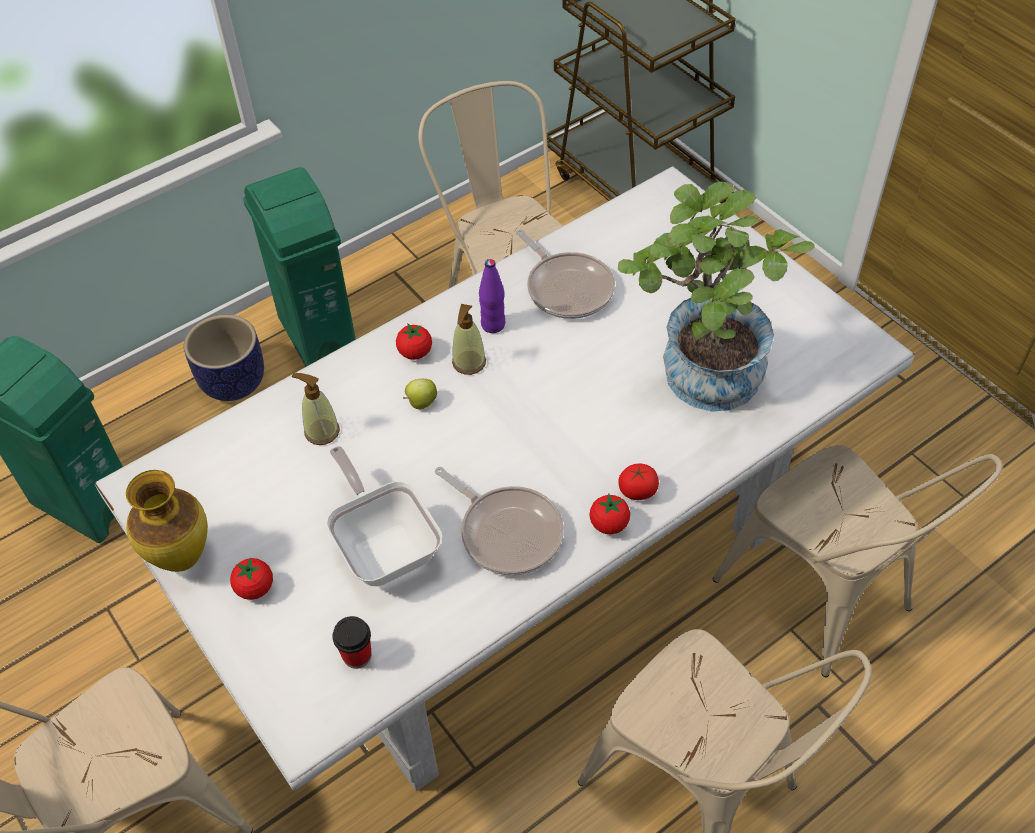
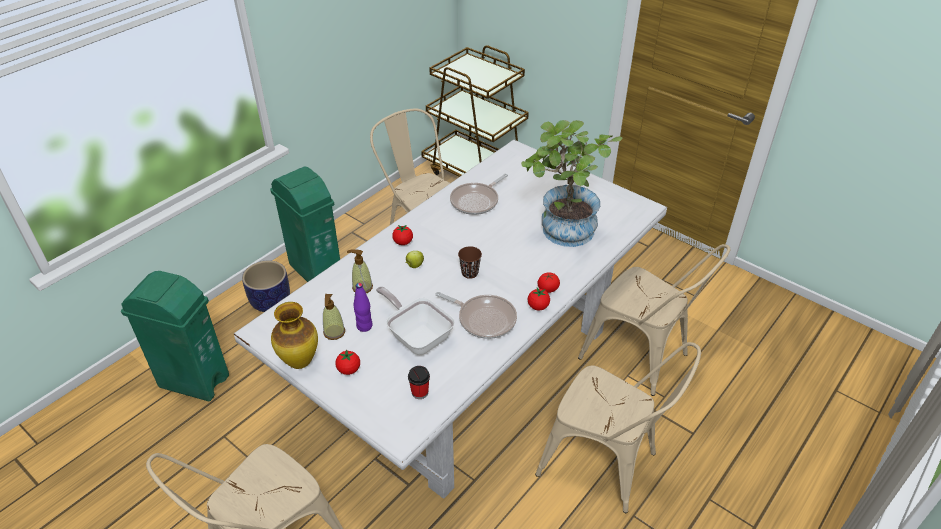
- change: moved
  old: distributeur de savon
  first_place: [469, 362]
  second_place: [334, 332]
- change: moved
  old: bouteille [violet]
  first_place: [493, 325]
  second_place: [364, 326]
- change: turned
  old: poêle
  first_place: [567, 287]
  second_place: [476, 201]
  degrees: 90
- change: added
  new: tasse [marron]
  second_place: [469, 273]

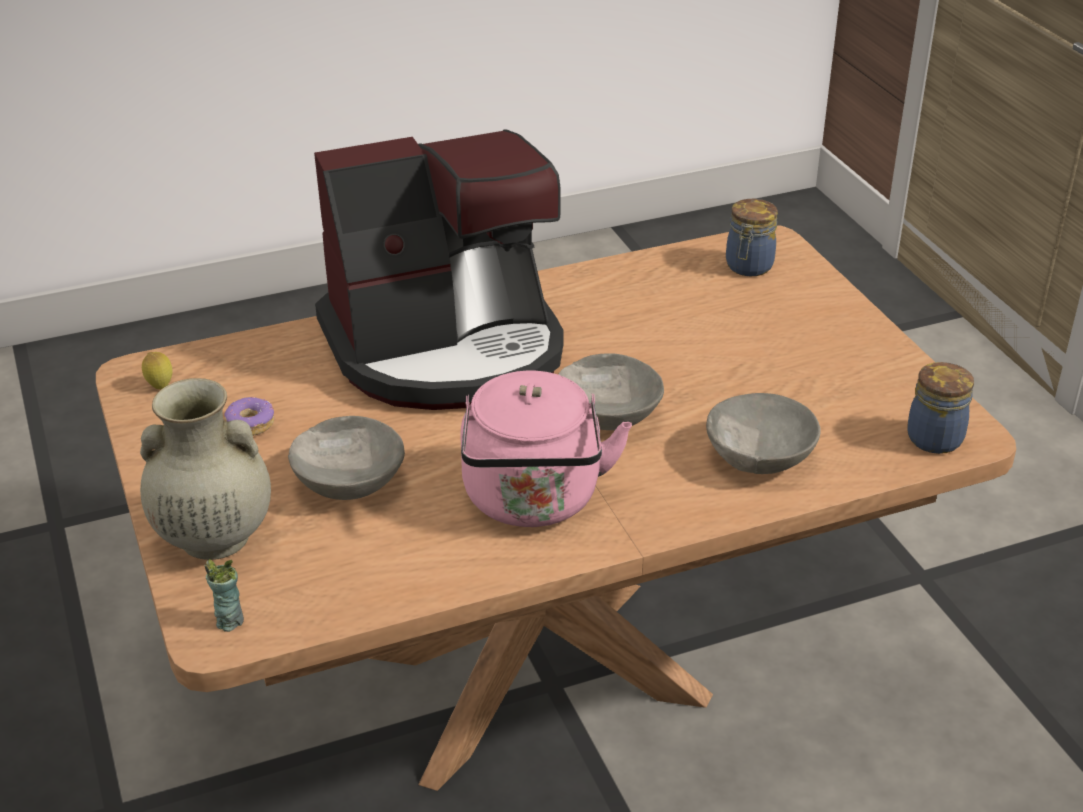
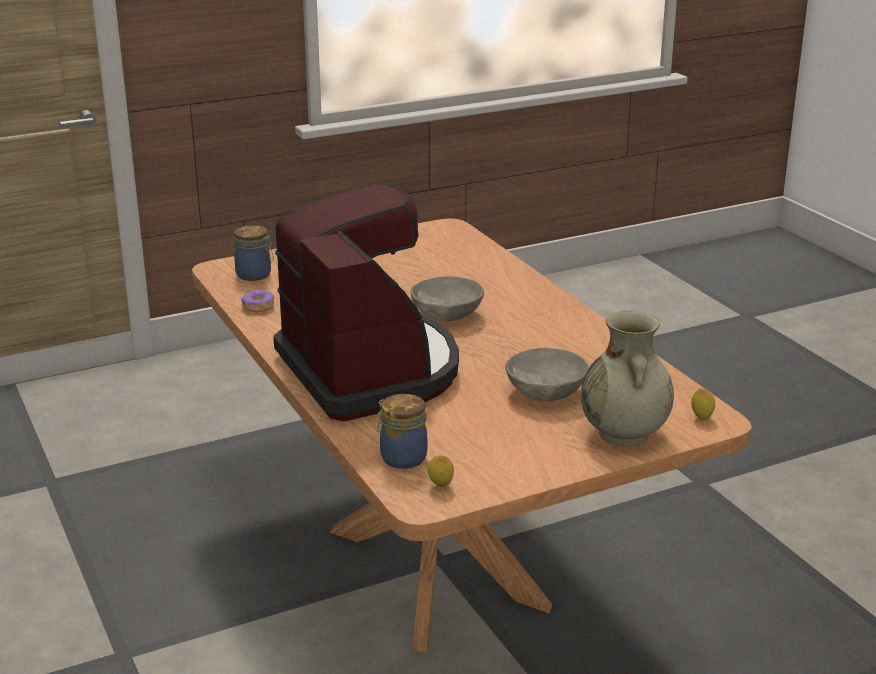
- change: replaced
  old: tasse
  new: citron
  first_place: [229, 621]
  second_place: [701, 418]
- change: moved
  old: beignet
  first_place: [250, 424]
  second_place: [258, 307]
- change: removed
  old: bouilloire [rose]
  first_place: [533, 501]
- change: removed
  old: bol [gris]
  first_place: [761, 458]
- change: moved
  old: bocal
  first_place: [936, 437]
  second_place: [401, 457]

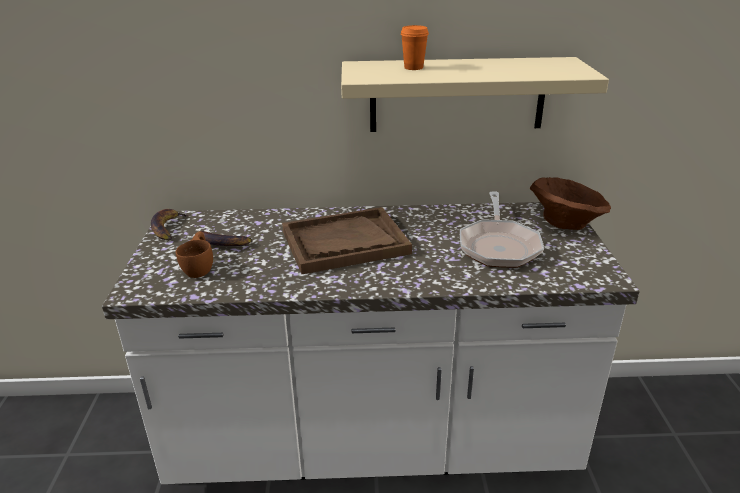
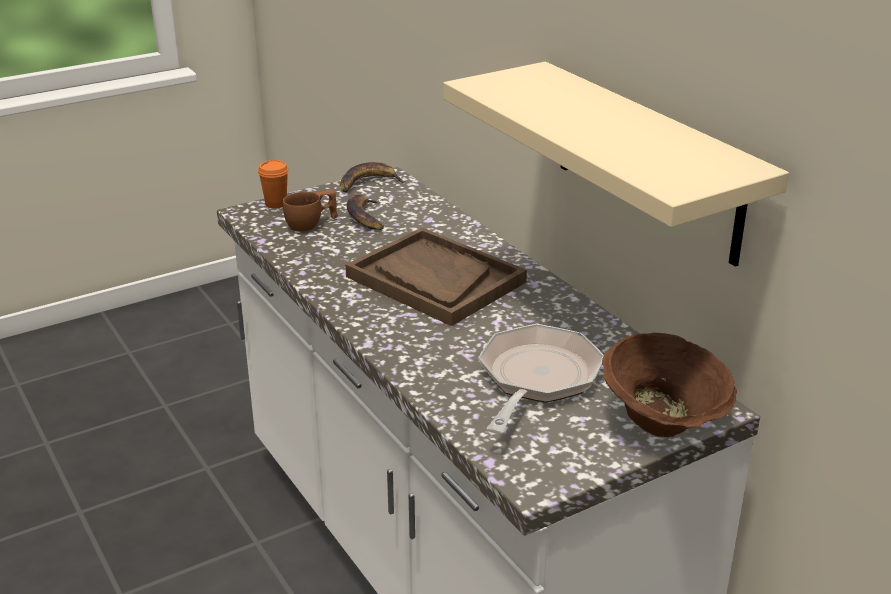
- change: moved
  old: tasse [orange]
  first_place: [413, 68]
  second_place: [276, 204]
- change: turned
  old: poêle
  first_place: [498, 245]
  second_place: [536, 380]
  degrees: 135

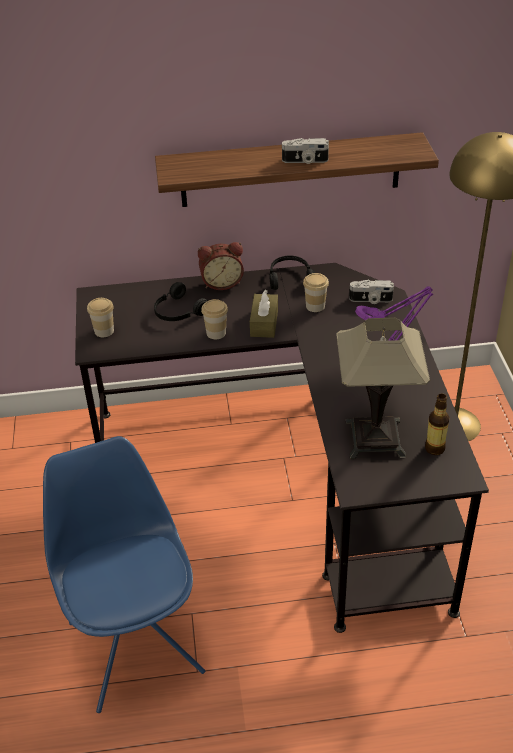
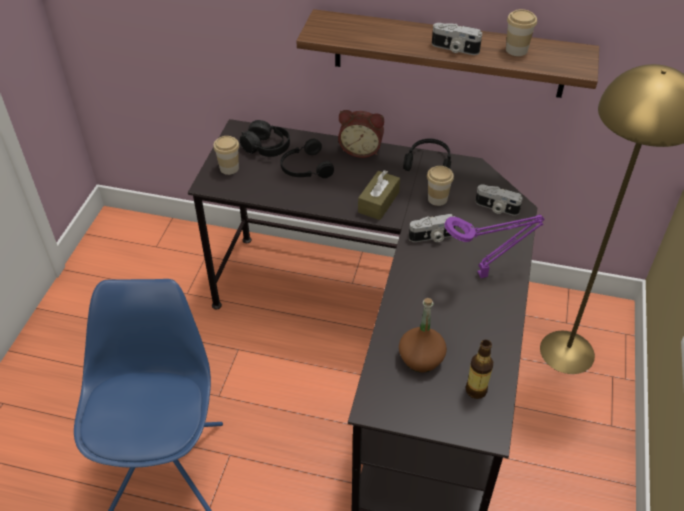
- change: moved
  old: tasse
  first_place: [216, 333]
  second_place: [516, 50]
- change: replaced
  old: lampe de table
  new: bouteille [marron]
  first_place: [374, 438]
  second_place: [421, 358]
- change: added
  new: casque audio [noir]
  second_place: [266, 147]
- change: added
  new: appareil photo
  second_place: [432, 237]

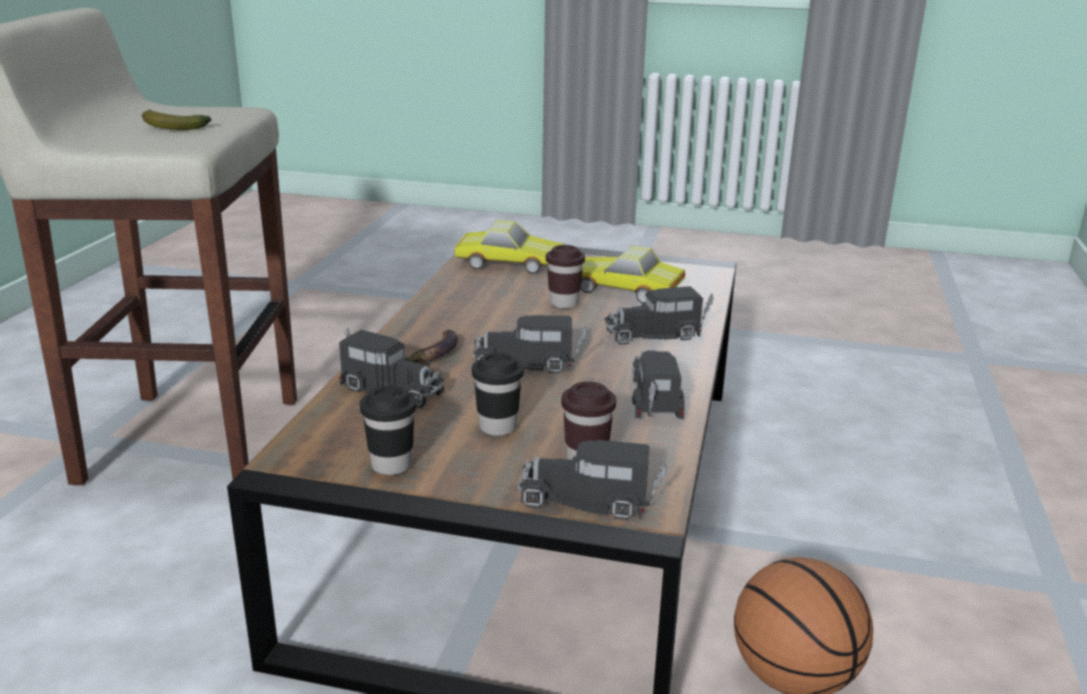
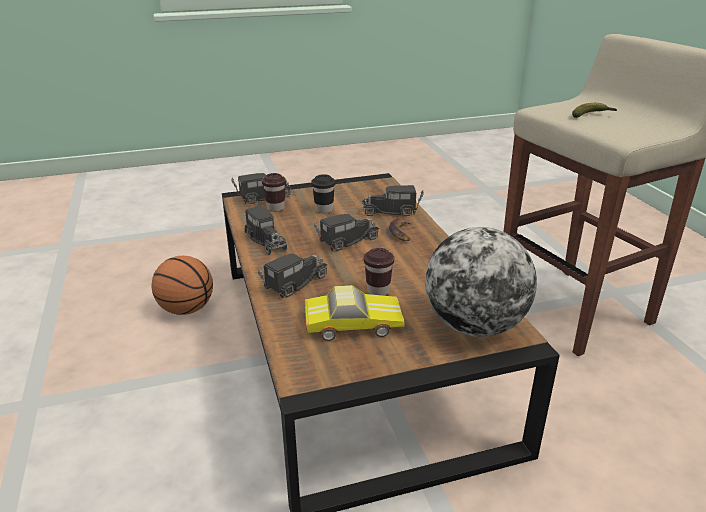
- change: removed
  old: tasse [noir]
  first_place: [391, 465]
- change: replaced
  old: petite voiture
  new: globe
  first_place: [509, 261]
  second_place: [474, 326]

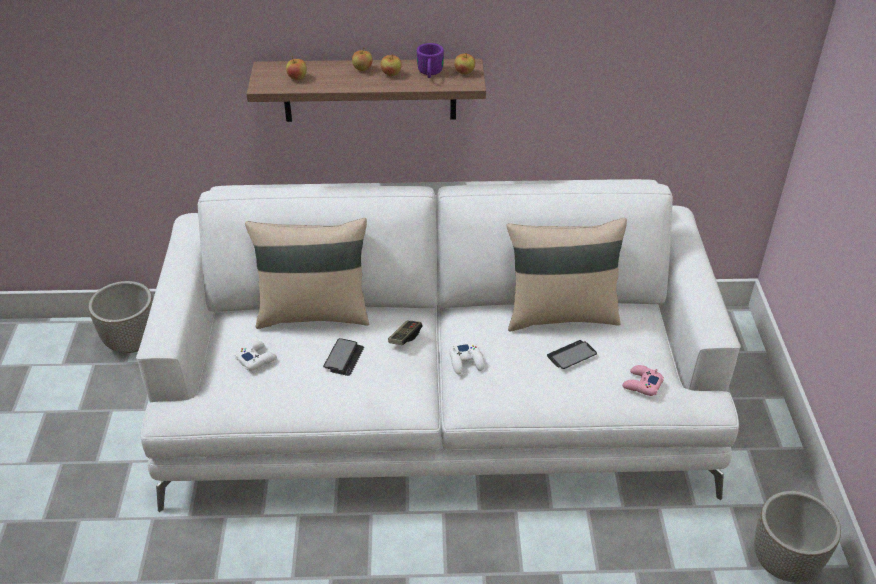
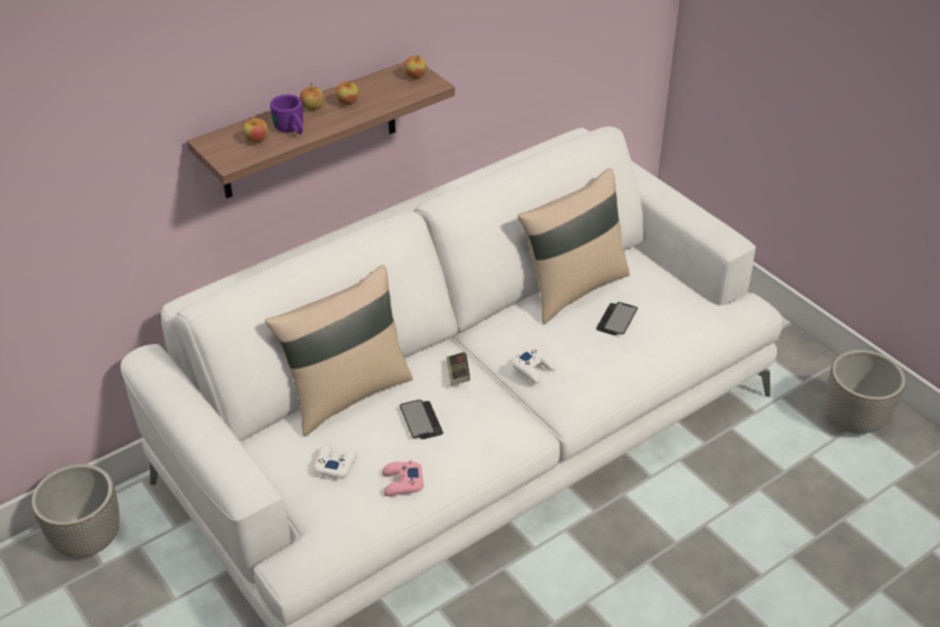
- change: moved
  old: mug [violet]
  first_place: [430, 73]
  second_place: [292, 129]
- change: moved
  old: manette [rose]
  first_place: [641, 384]
  second_place: [402, 483]

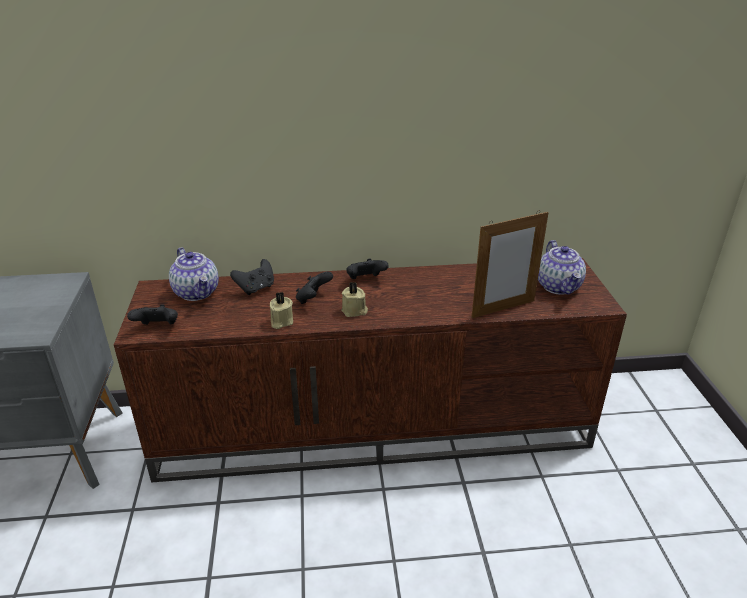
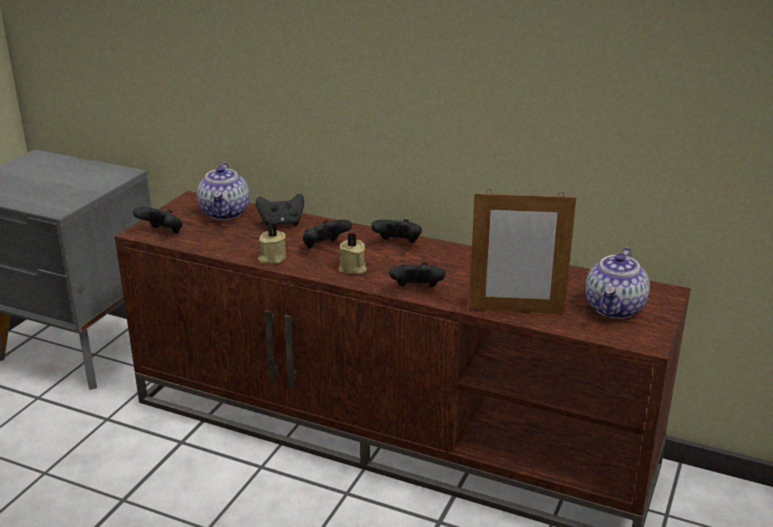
- change: added
  new: manette [noir]
  second_place: [417, 290]

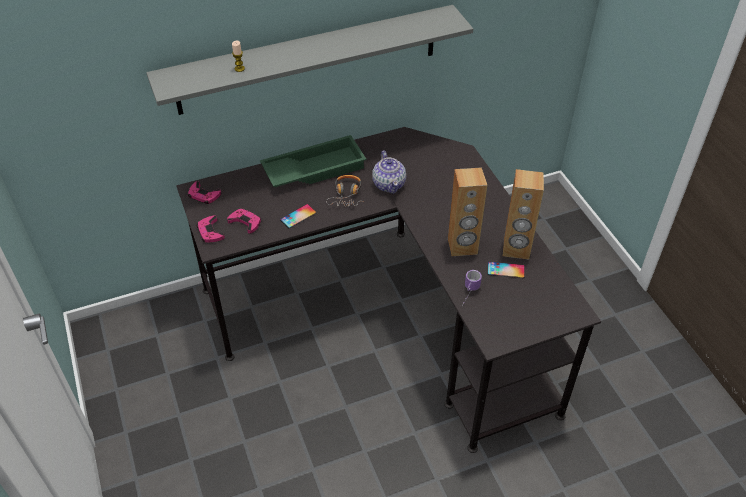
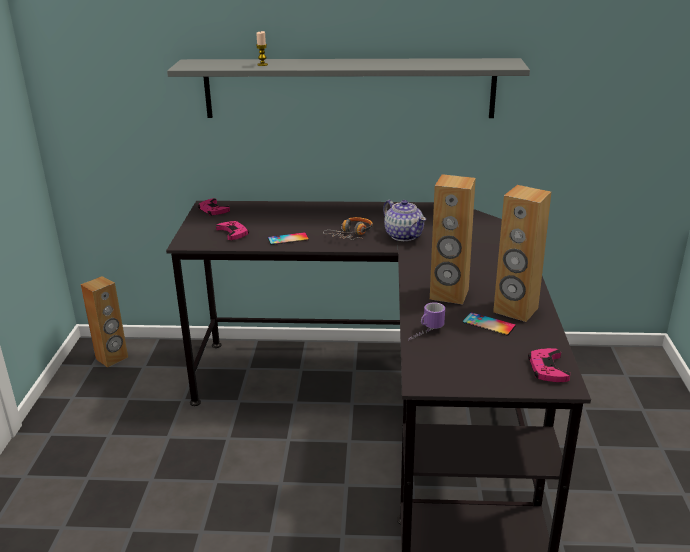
- change: moved
  old: manette [rose]
  first_place: [210, 232]
  second_place: [547, 369]
- change: removed
  old: plateau [vert]
  first_place: [314, 168]
- change: turned
  old: théière
  first_place: [389, 184]
  second_place: [403, 235]
  degrees: -45
- change: added
  new: enceinte [marron]
  second_place: [112, 358]

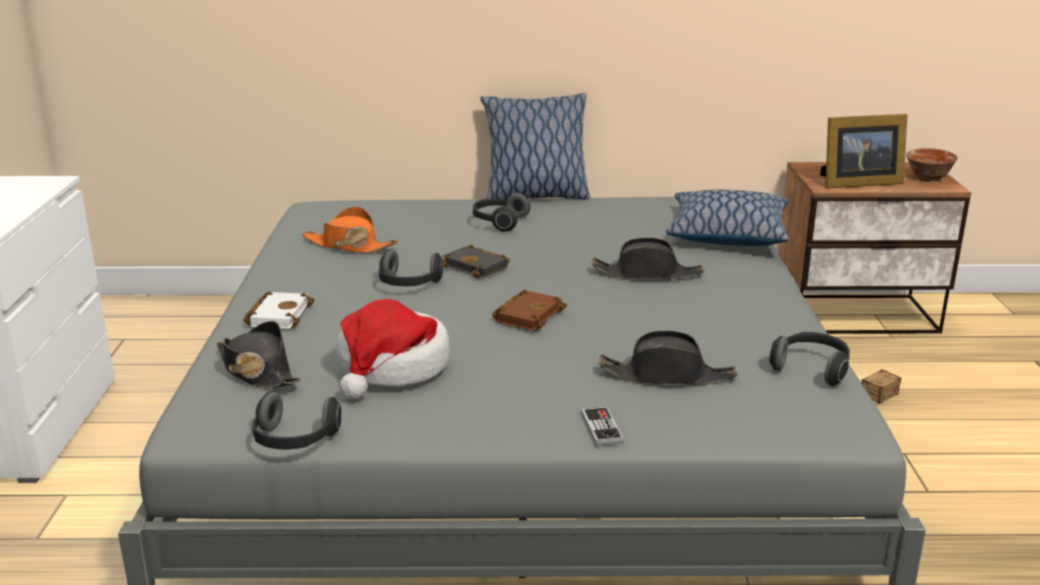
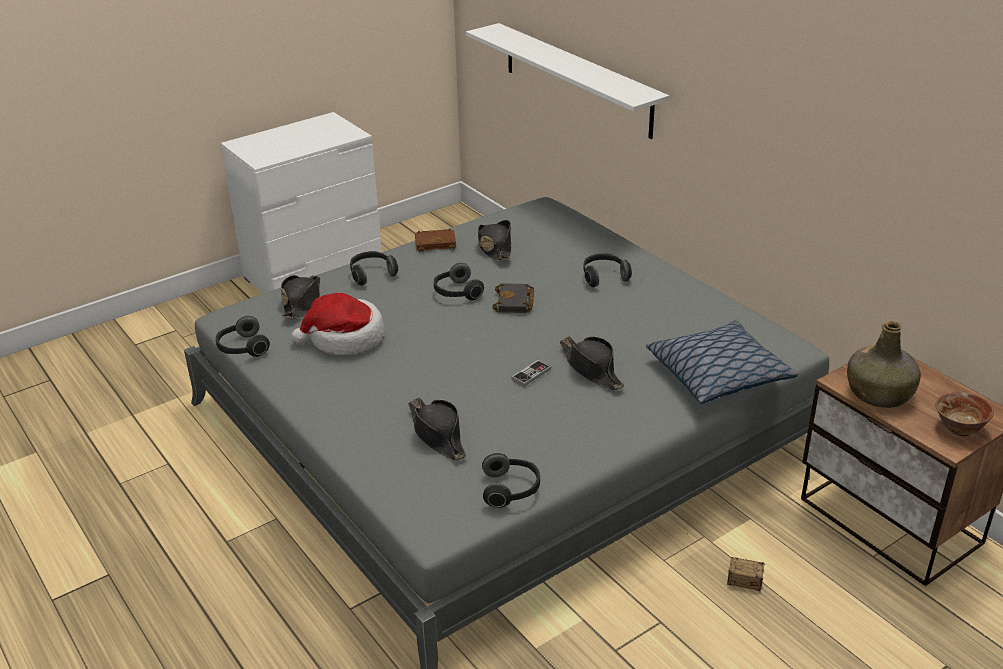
- change: replaced
  old: livre [blanc]
  new: casque audio
  first_place: [278, 315]
  second_place: [372, 274]
- change: recoloured
  old: chapeau [orange]
  new: chapeau [noir]
  first_place: [349, 246]
  second_place: [495, 247]
- change: removed
  old: coussin
  first_place: [535, 197]
- change: moved
  old: livre [marron]
  first_place: [528, 315]
  second_place: [436, 243]
- change: moved
  old: manette
  first_place: [601, 428]
  second_place: [531, 374]
- change: replaced
  old: cadre photo
  new: bouteille [vert]
  first_place: [856, 183]
  second_place: [879, 393]
- change: added
  new: étagère [blanc]
  second_place: [576, 79]

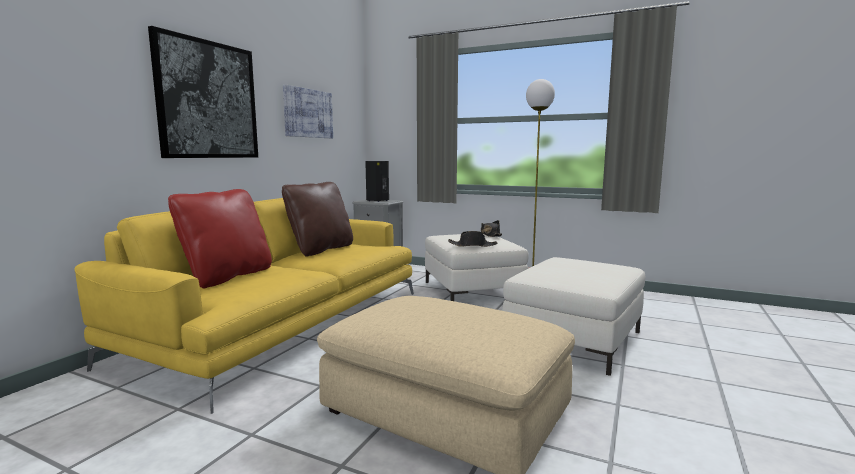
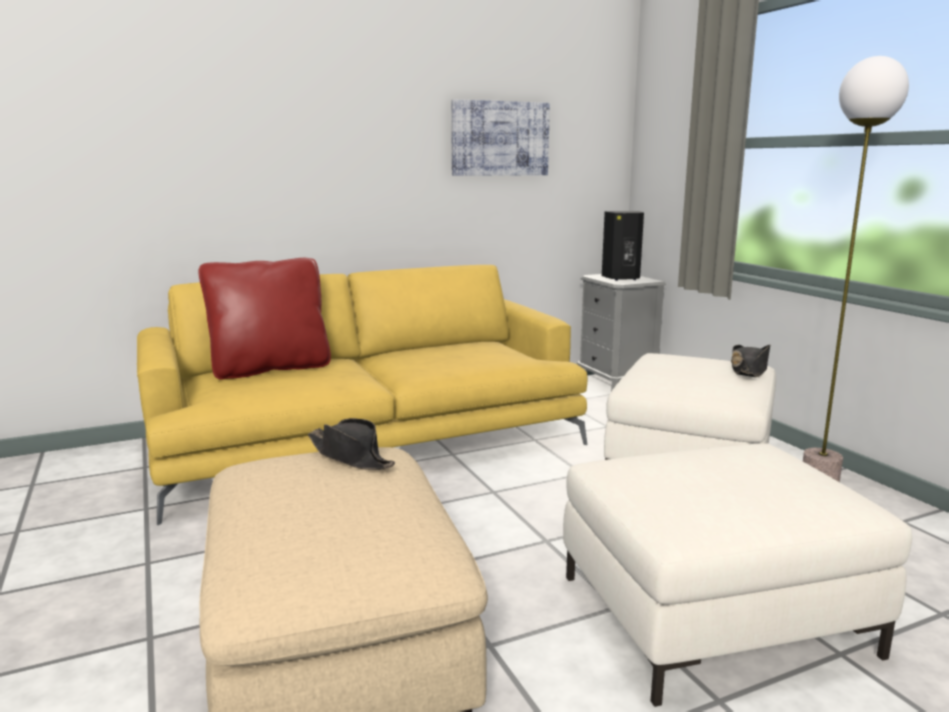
- change: removed
  old: tableau
  first_place: [208, 100]
- change: removed
  old: coussin [marron]
  first_place: [321, 249]
- change: moved
  old: chapeau [noir]
  first_place: [473, 245]
  second_place: [350, 456]

